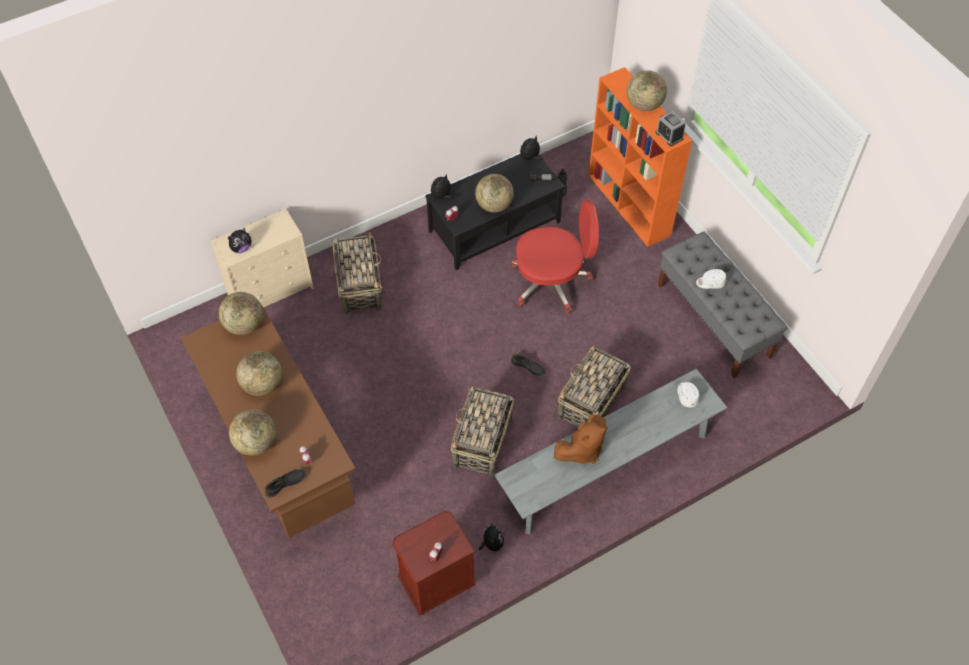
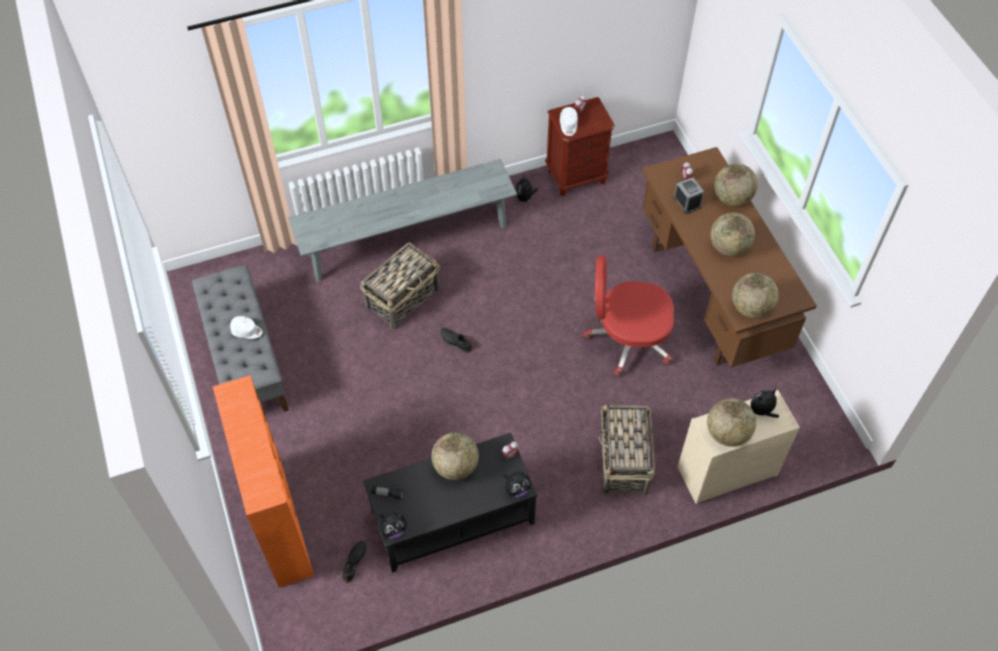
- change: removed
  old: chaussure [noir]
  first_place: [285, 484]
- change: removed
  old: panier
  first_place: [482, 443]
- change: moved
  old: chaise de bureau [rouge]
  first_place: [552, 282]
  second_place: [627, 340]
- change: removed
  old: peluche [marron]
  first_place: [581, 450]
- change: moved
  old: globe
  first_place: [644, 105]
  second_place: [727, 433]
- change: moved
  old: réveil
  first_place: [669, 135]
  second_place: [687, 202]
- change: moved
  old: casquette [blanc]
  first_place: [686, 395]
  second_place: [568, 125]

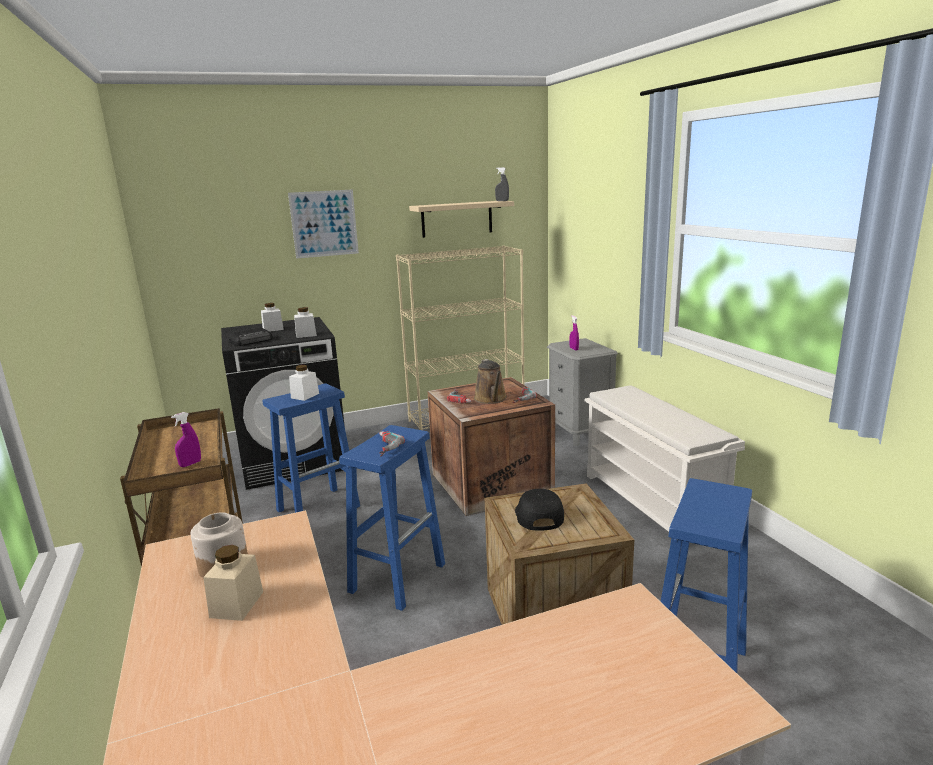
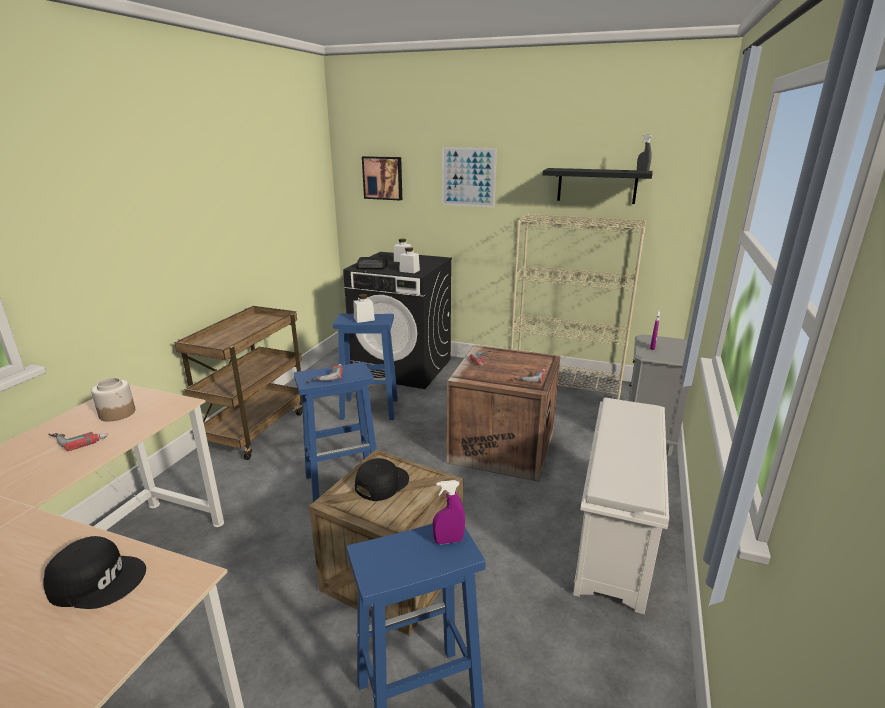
- change: moved
  old: vaporisateur [violet]
  first_place: [190, 464]
  second_place: [448, 541]
- change: replaced
  old: bocal [beige]
  new: perceuse
  first_place: [237, 604]
  second_place: [79, 438]
- change: recoloured
  old: étagère [beige]
  new: étagère [noir]
  first_place: [457, 219]
  second_place: [597, 185]
- change: removed
  old: arrosoir [marron]
  first_place: [491, 399]
- change: added
  new: casquette [noir]
  second_place: [98, 579]
- change: added
  new: tableau
  second_place: [383, 178]

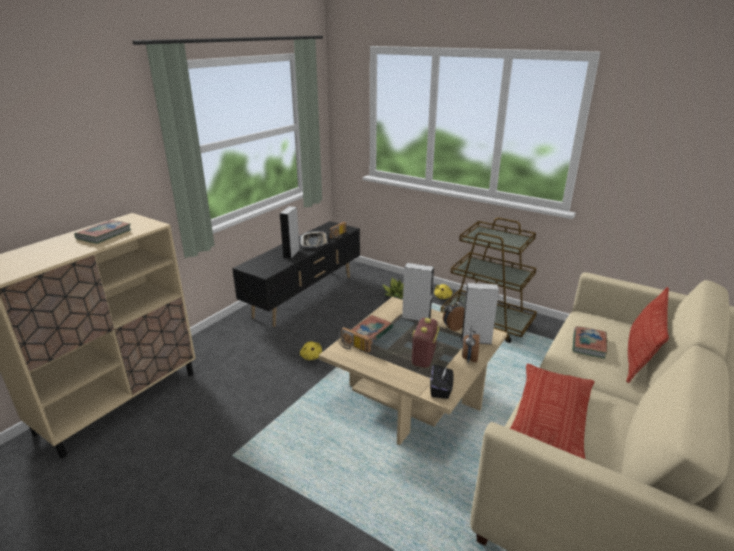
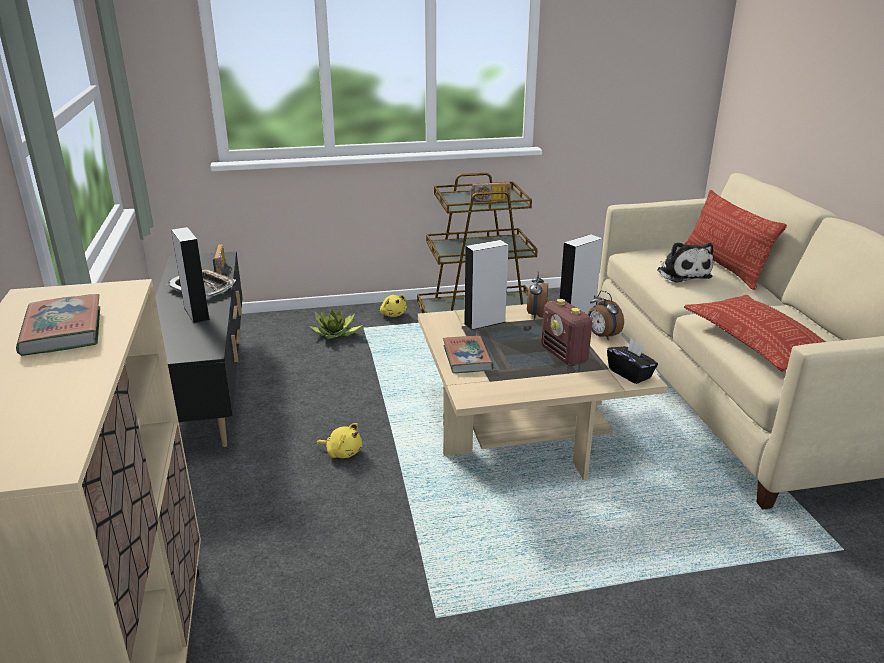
- change: moved
  old: radio
  first_place: [353, 347]
  second_place: [490, 201]
- change: replaced
  old: livre
  new: peluche
  first_place: [588, 344]
  second_place: [682, 273]

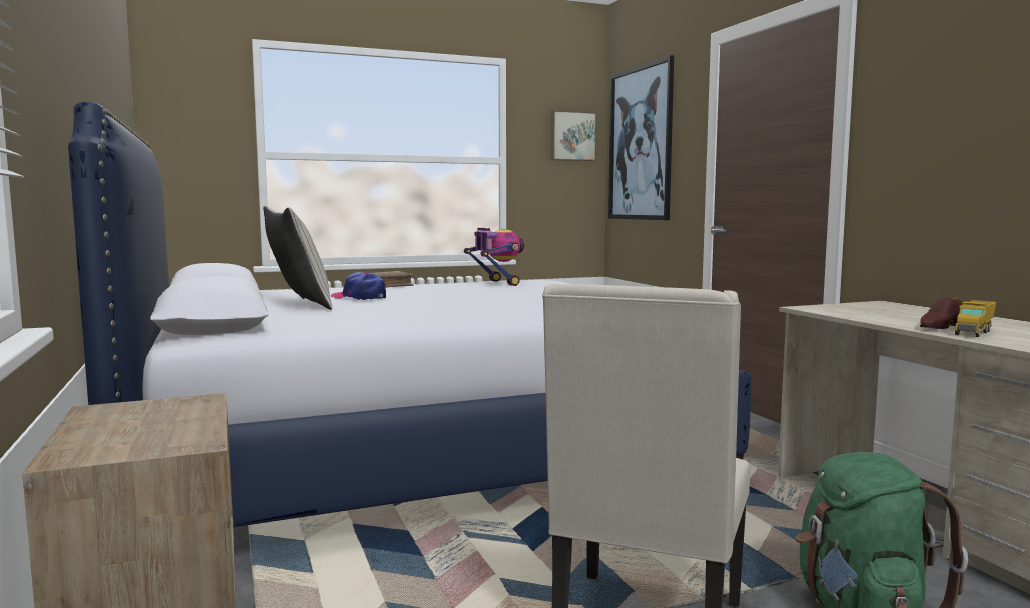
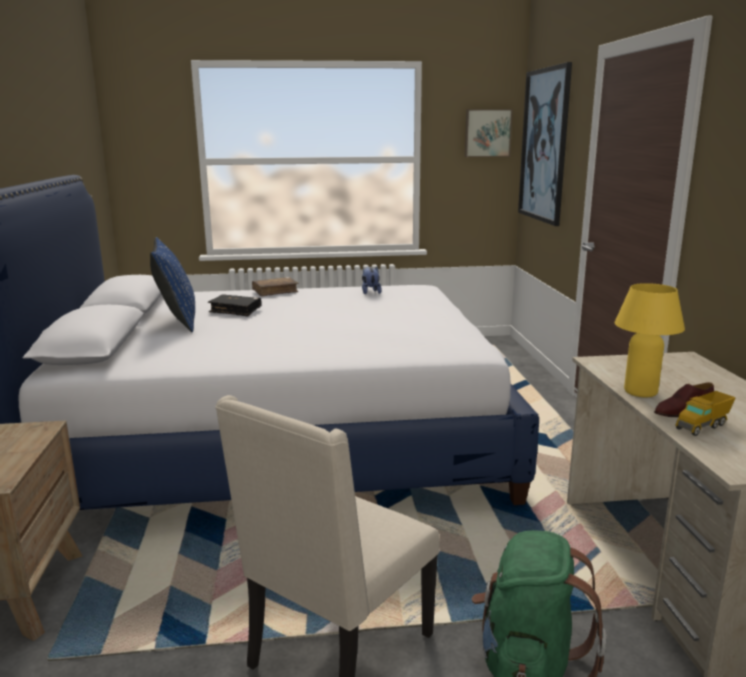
- change: recoloured
  old: coussin [beige]
  new: coussin [bleu]
  first_place: [298, 305]
  second_place: [177, 322]
- change: replaced
  old: casquette
  new: livre [noir]
  first_place: [359, 297]
  second_place: [235, 311]
- change: replaced
  old: robot jouet
  new: peluche
  first_place: [496, 283]
  second_place: [370, 292]
- change: added
  new: lampe de table [jaune]
  second_place: [640, 392]

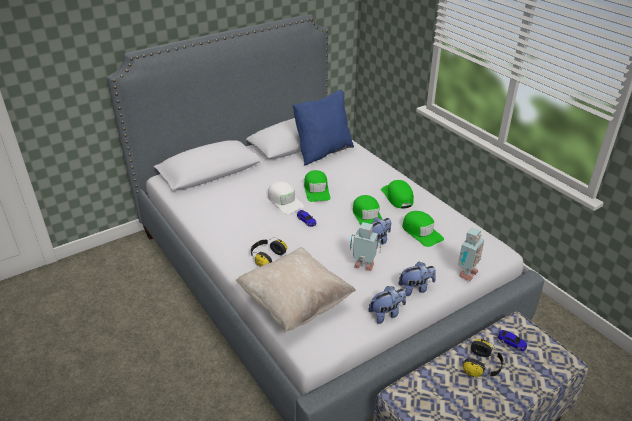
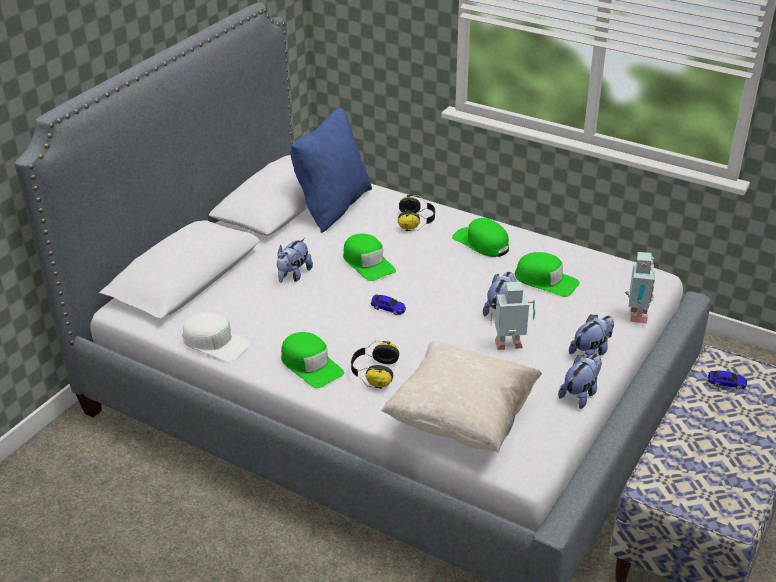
- change: moved
  old: casquette [blanc]
  first_place: [284, 201]
  second_place: [215, 343]
- change: moved
  old: casquette [vert]
  first_place: [368, 216]
  second_place: [310, 365]
- change: moved
  old: casque audio
  first_place: [483, 366]
  second_place: [416, 221]
- change: added
  new: peluche
  second_place: [293, 275]

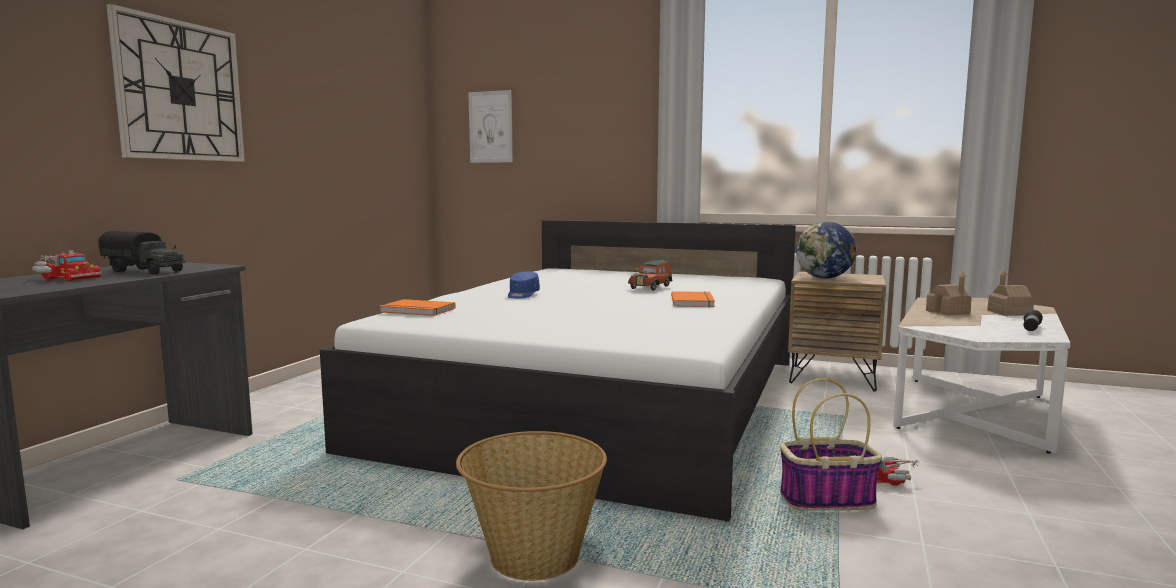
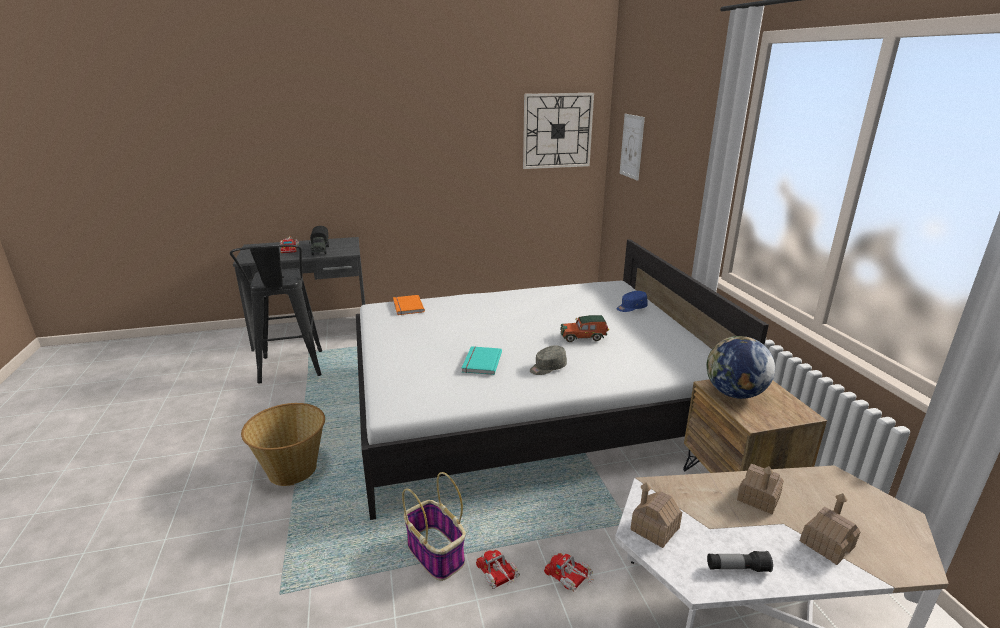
- change: moved
  old: horloge murale
  first_place: [180, 91]
  second_place: [557, 131]
- change: moved
  old: casquette [bleu]
  first_place: [522, 295]
  second_place: [631, 308]
- change: replaced
  old: livre [orange]
  new: casquette [gris]
  first_place: [694, 302]
  second_place: [547, 368]
- change: added
  new: tabouret [noir]
  second_place: [290, 370]
- change: added
  new: livre [turquoise]
  second_place: [480, 362]
- change: added
  new: camion jouet
  second_place: [570, 578]
- change: added
  new: maison miniature
  second_place: [654, 528]

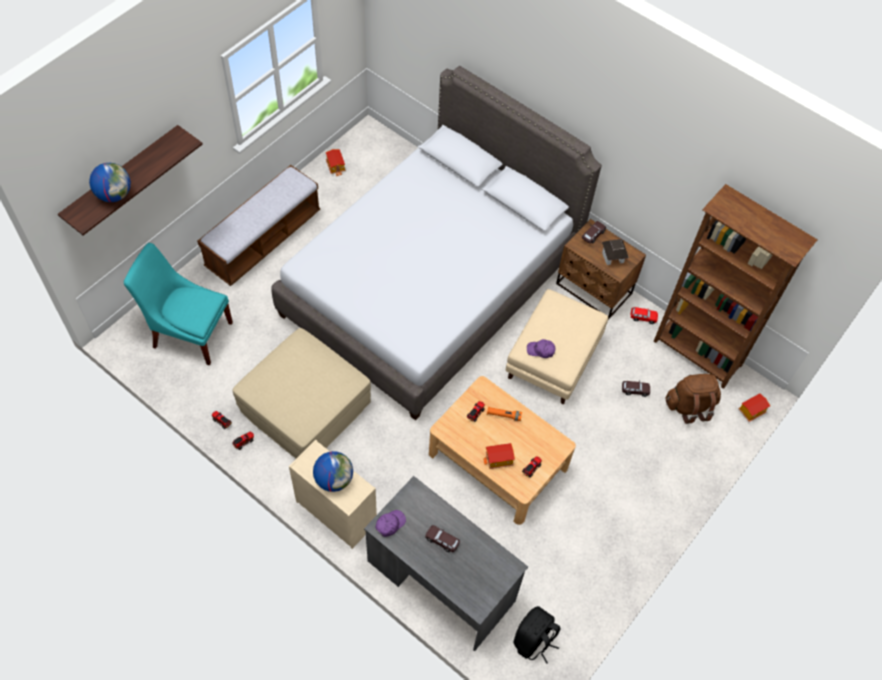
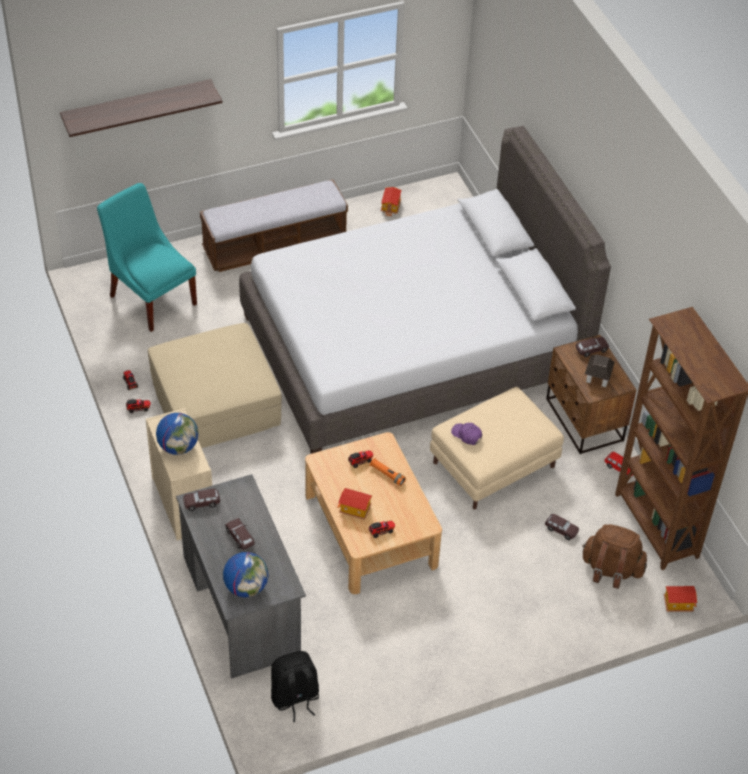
- change: moved
  old: globe
  first_place: [114, 195]
  second_place: [246, 587]
- change: replaced
  old: casquette [violet]
  new: petite voiture [marron]
  first_place: [390, 524]
  second_place: [202, 503]

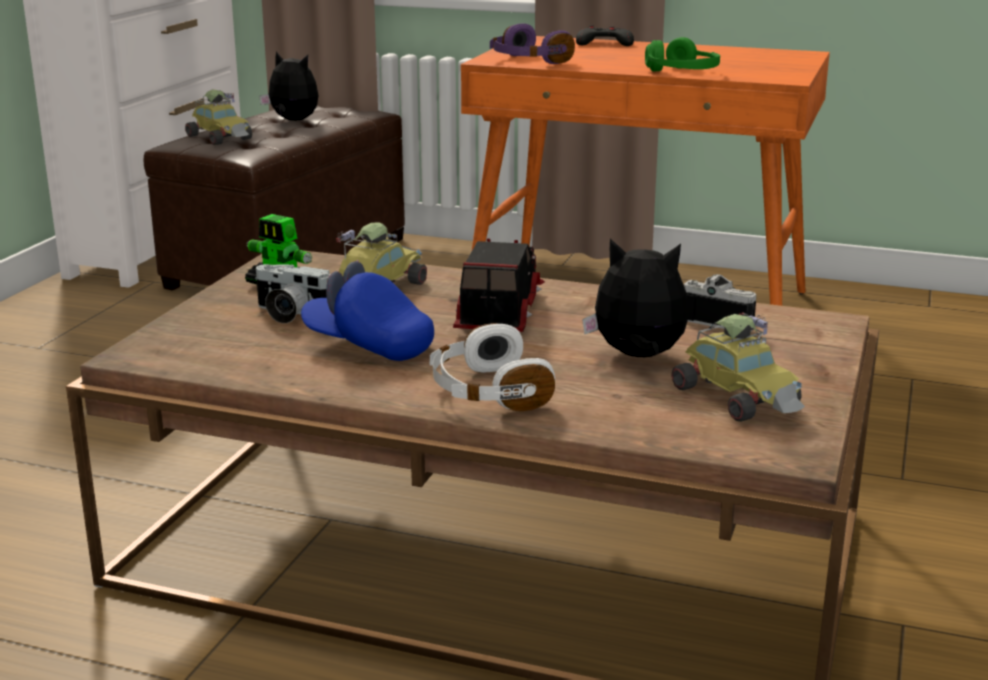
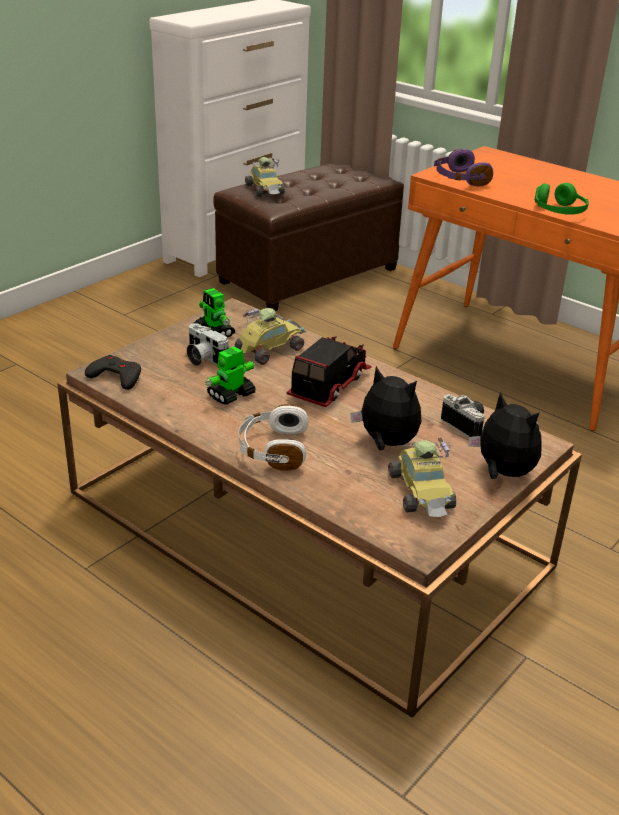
- change: moved
  old: peluche
  first_place: [292, 121]
  second_place: [502, 473]
- change: replaced
  old: casquette [bleu]
  new: robot jouet
  first_place: [368, 346]
  second_place: [230, 395]
- change: moved
  old: manette [noir]
  first_place: [604, 43]
  second_place: [116, 377]

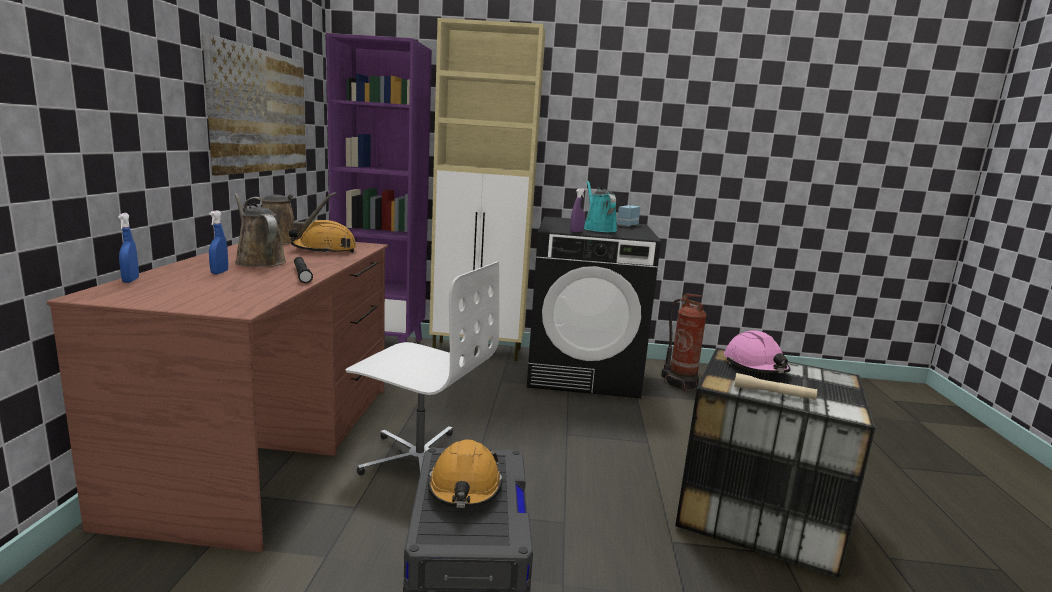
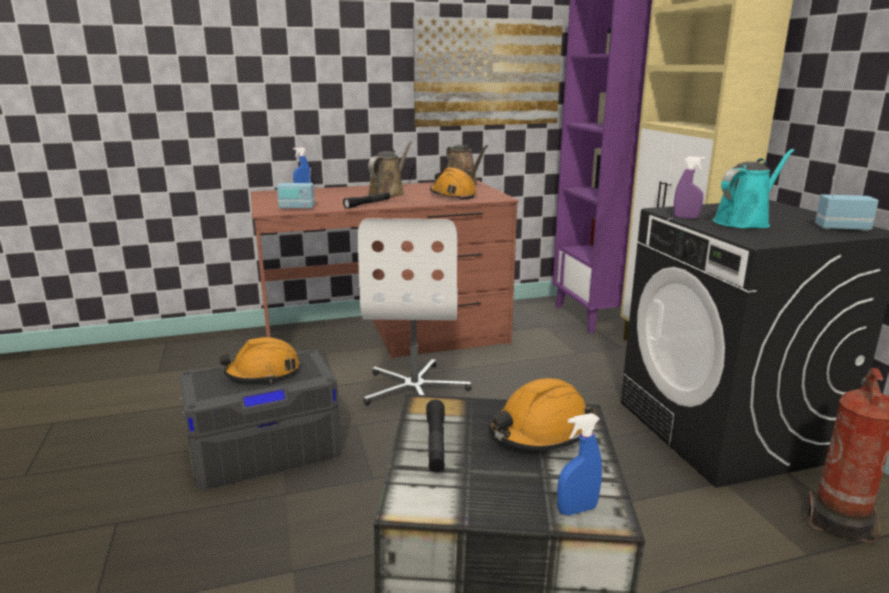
- change: moved
  old: vaporisateur [bleu]
  first_place: [219, 272]
  second_place: [577, 509]
- change: recoloured
  old: casque de chantier [rose]
  new: casque de chantier [orange]
  first_place: [755, 366]
  second_place: [539, 431]
- change: recoloured
  old: lampe de poche [beige]
  new: lampe de poche [noir]
  first_place: [773, 393]
  second_place: [436, 443]
- change: added
  new: radio
  second_place: [297, 208]

